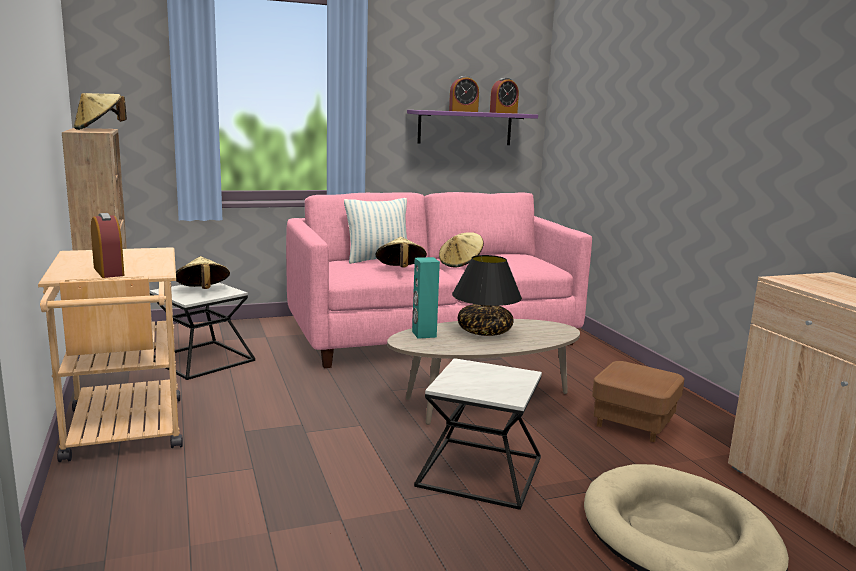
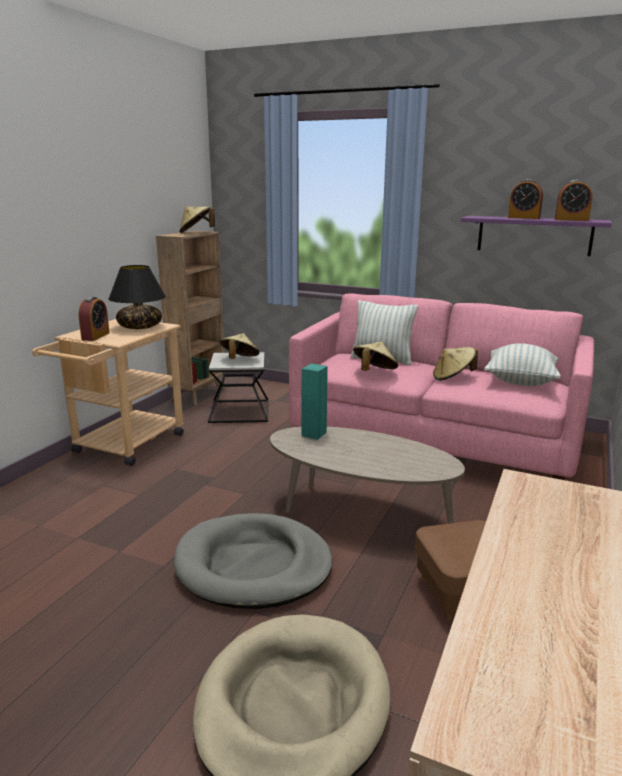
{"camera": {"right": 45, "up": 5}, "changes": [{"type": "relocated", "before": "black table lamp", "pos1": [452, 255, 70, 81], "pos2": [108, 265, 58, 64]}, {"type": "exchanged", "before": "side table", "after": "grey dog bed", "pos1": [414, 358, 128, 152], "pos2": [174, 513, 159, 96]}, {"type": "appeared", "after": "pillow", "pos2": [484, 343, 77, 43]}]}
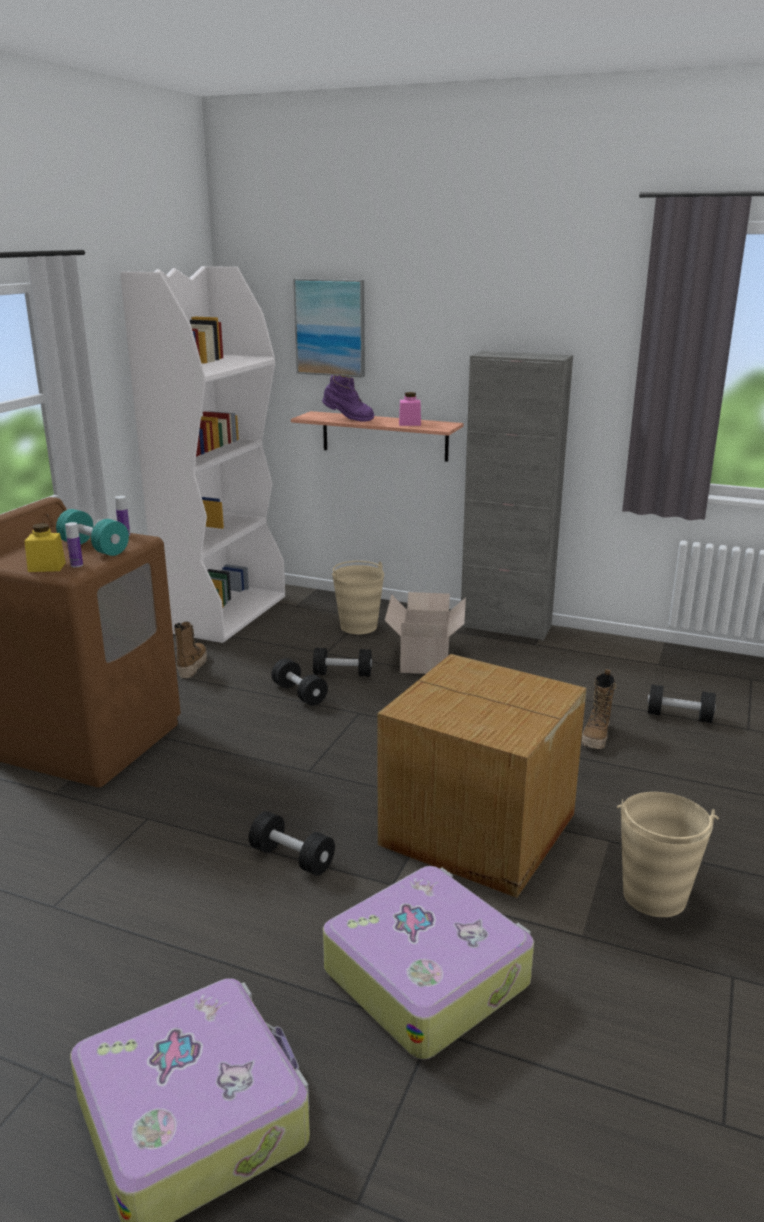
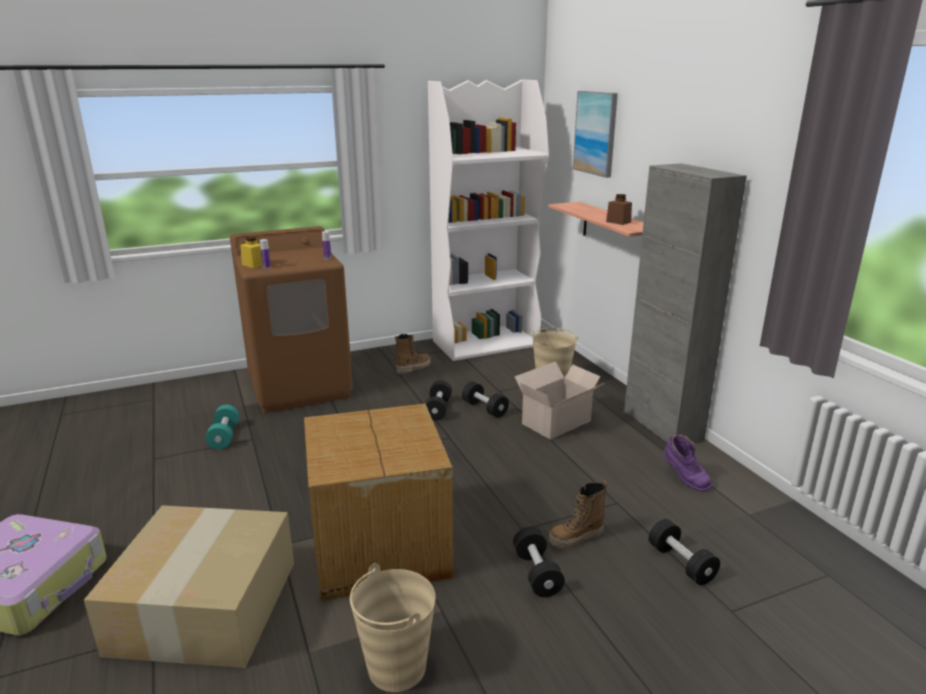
{"camera": {"right": 45, "up": 0}, "changes": [{"type": "relocated", "before": "purple boot", "pos1": [322, 375, 52, 47], "pos2": [664, 434, 48, 58]}, {"type": "colour", "before": "pink jar", "after": "brown jar", "pos1": [399, 392, 22, 34], "pos2": [606, 194, 26, 31]}, {"type": "relocated", "before": "turquoise dumbbell", "pos1": [56, 509, 73, 47], "pos2": [206, 405, 33, 44]}, {"type": "relocated", "before": "black dumbbell", "pos1": [249, 811, 86, 65], "pos2": [513, 527, 52, 70]}, {"type": "exchanged", "before": "suitcase", "after": "cardboard box", "pos1": [323, 866, 211, 194], "pos2": [84, 505, 210, 163]}]}
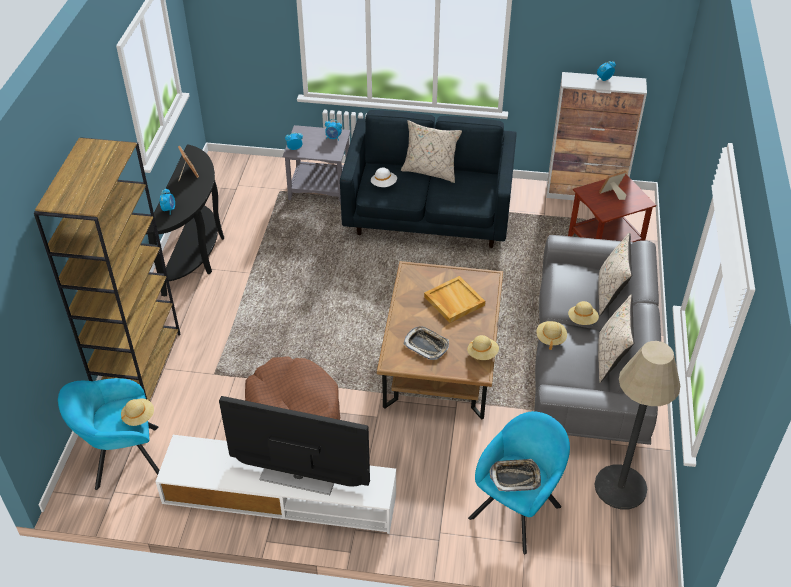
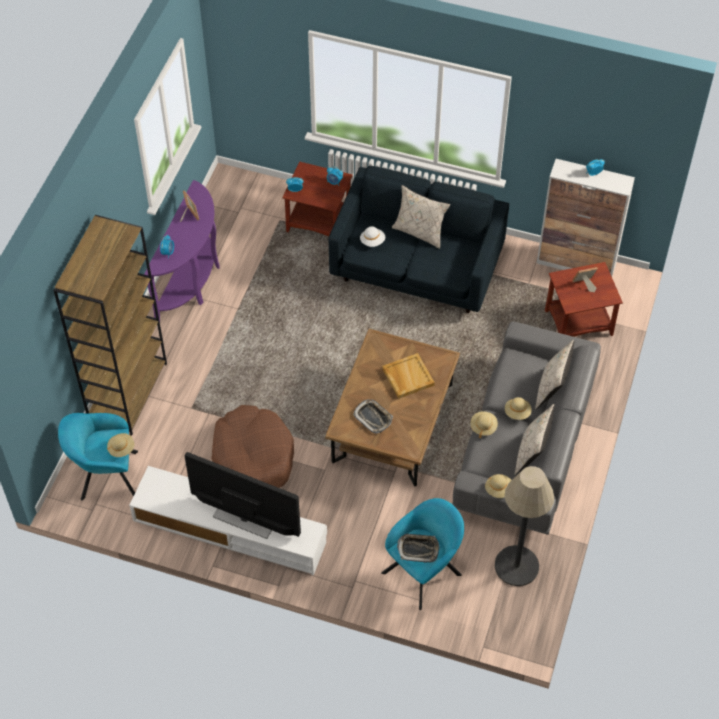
{"camera": {"right": 10, "up": 10}, "changes": [{"type": "colour", "before": "grey side table", "after": "brown side table", "pos1": [283, 125, 68, 79], "pos2": [282, 161, 71, 75]}, {"type": "colour", "before": "black console table", "after": "purple console table", "pos1": [146, 145, 78, 152], "pos2": [144, 180, 76, 141]}, {"type": "relocated", "before": "beige hat", "pos1": [467, 335, 32, 25], "pos2": [485, 474, 27, 24]}]}
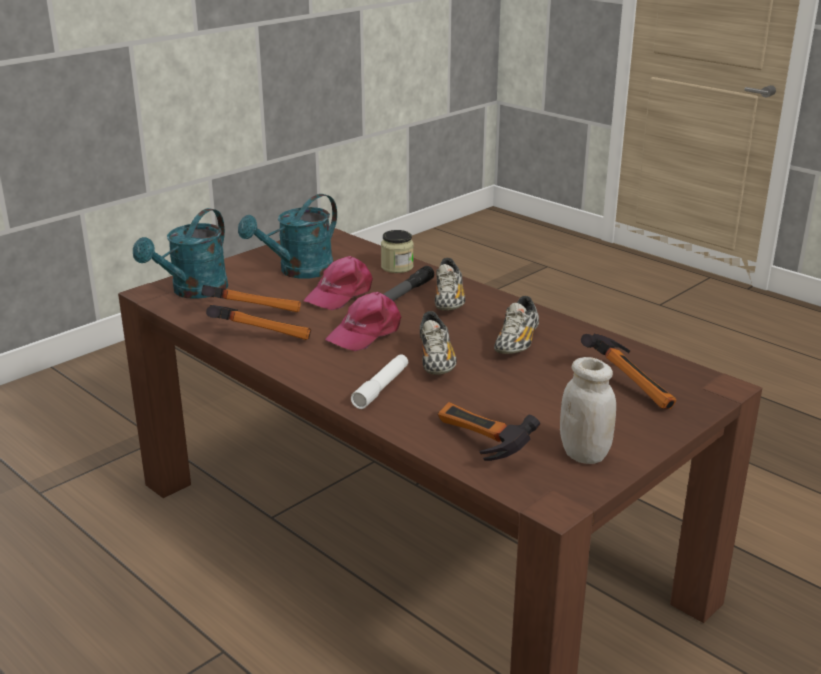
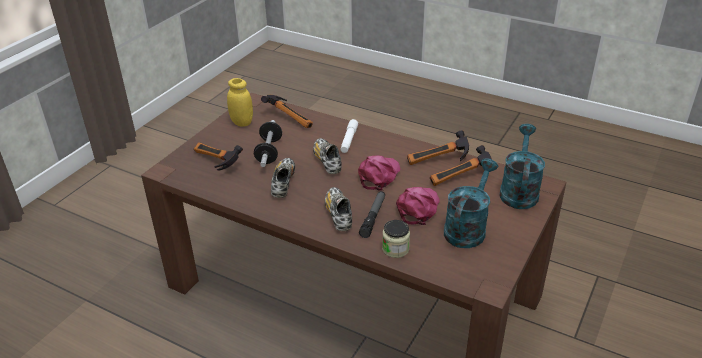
{"camera": {"right": 165, "up": 10}, "changes": [{"type": "colour", "before": "white jar", "after": "yellow jar", "pos1": [560, 357, 56, 107], "pos2": [227, 78, 26, 49]}, {"type": "appeared", "after": "dumbbell", "pos2": [254, 120, 28, 47]}]}
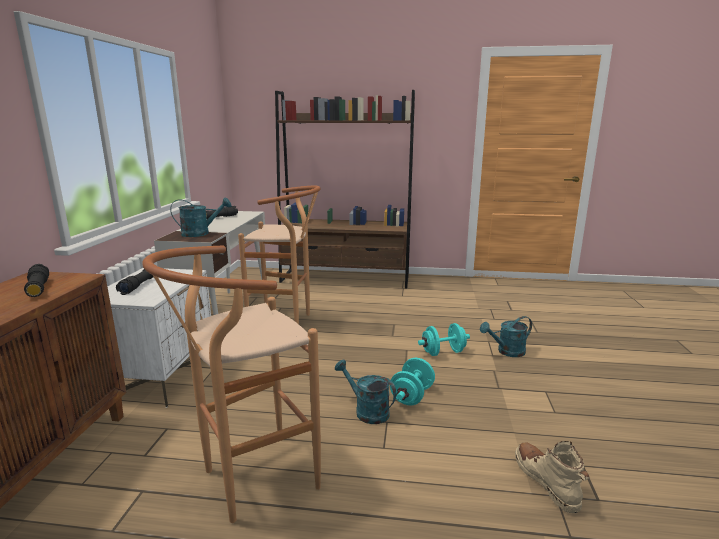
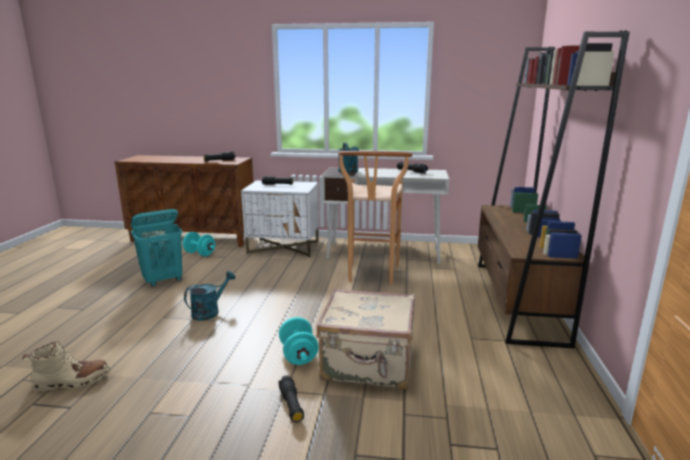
{"camera": {"right": 90, "up": 0}, "changes": [{"type": "exchanged", "before": "brown stool", "after": "turquoise laundry basket", "pos1": [142, 246, 179, 277], "pos2": [131, 209, 51, 78]}, {"type": "exchanged", "before": "turquoise watering can", "after": "black flashlight", "pos1": [480, 316, 52, 41], "pos2": [278, 376, 26, 47]}, {"type": "relocated", "before": "turquoise dumbbell", "pos1": [390, 358, 45, 47], "pos2": [183, 232, 32, 24]}, {"type": "appeared", "after": "beige suitcase", "pos2": [316, 289, 99, 100]}]}
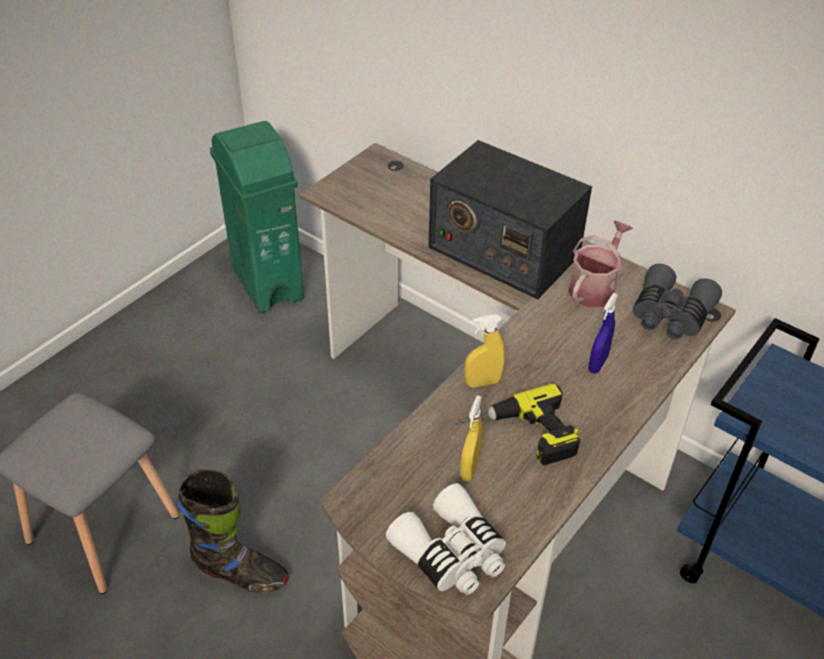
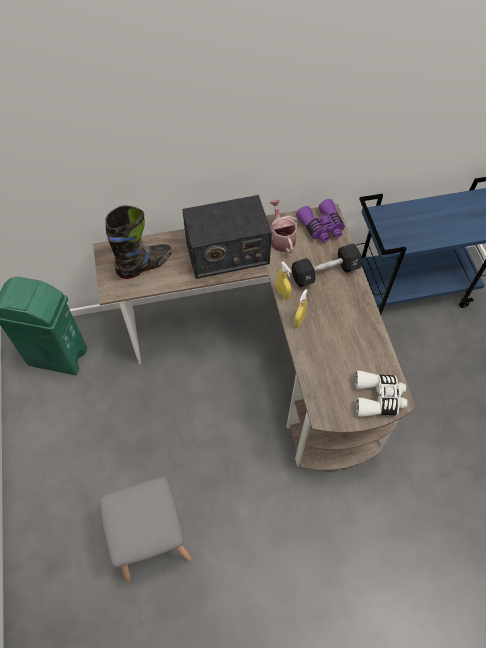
{"camera": {"right": -50, "up": 15}, "changes": [{"type": "colour", "before": "grey binoculars", "after": "purple binoculars", "pos1": [633, 263, 89, 76], "pos2": [296, 199, 49, 43]}, {"type": "exchanged", "before": "blue spray bottle", "after": "black dumbbell", "pos1": [588, 293, 30, 80], "pos2": [292, 244, 70, 43]}, {"type": "missing", "before": "power drill", "pos1": [454, 384, 126, 82]}, {"type": "relocated", "before": "yellow spray bottle", "pos1": [460, 395, 23, 86], "pos2": [276, 262, 15, 38]}, {"type": "relocated", "before": "black boot", "pos1": [177, 469, 112, 124], "pos2": [105, 205, 67, 74]}]}
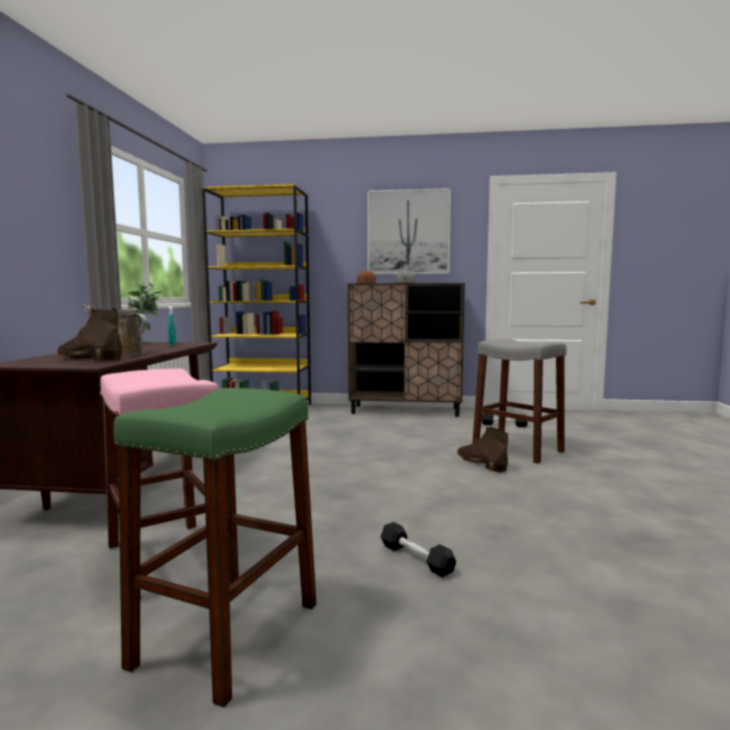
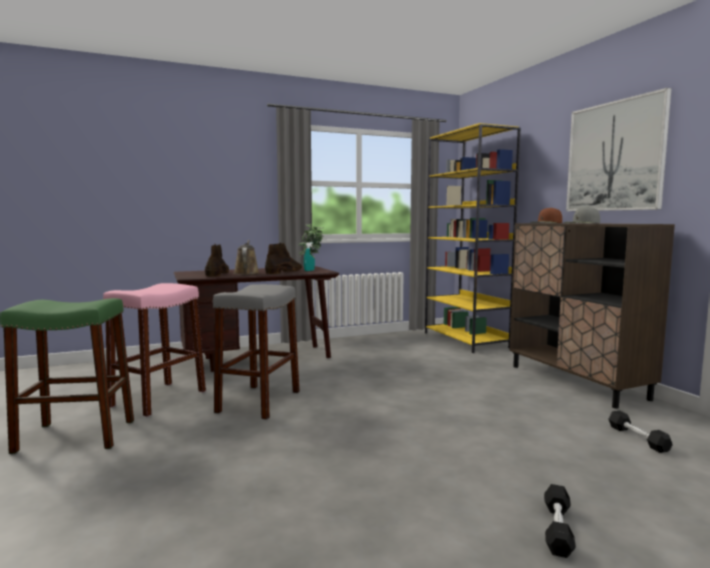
{"camera": {"right": 60, "up": 0}, "changes": [{"type": "relocated", "before": "grey stool", "pos1": [472, 339, 95, 125], "pos2": [213, 284, 87, 136]}, {"type": "relocated", "before": "brown boot", "pos1": [457, 427, 51, 46], "pos2": [265, 243, 37, 31]}, {"type": "relocated", "before": "black dumbbell", "pos1": [380, 522, 76, 55], "pos2": [544, 484, 32, 74]}]}
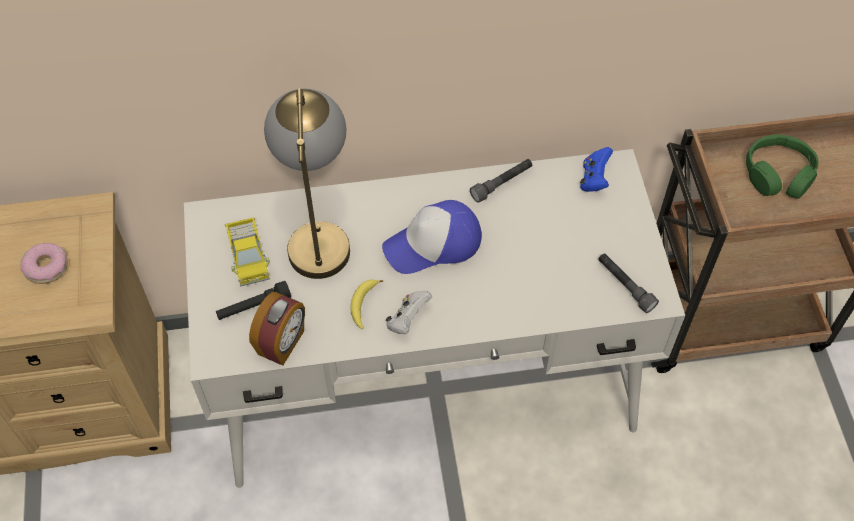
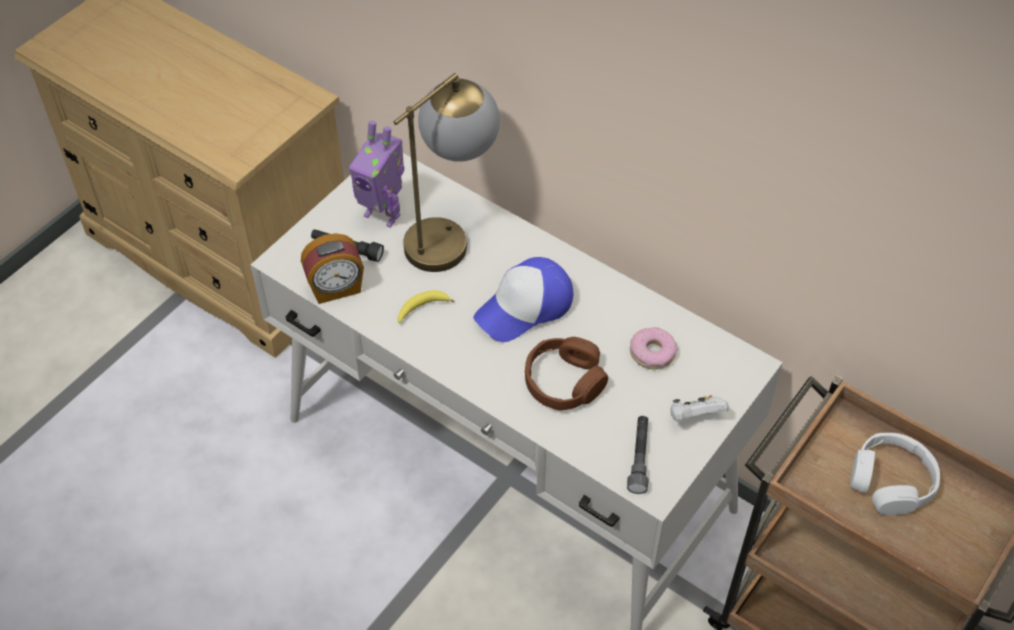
{"camera": {"right": 45, "up": -5}, "changes": [{"type": "colour", "before": "green headphones", "after": "white headphones", "pos1": [746, 135, 72, 64], "pos2": [850, 433, 90, 82]}, {"type": "missing", "before": "blue game controller", "pos1": [580, 147, 33, 45]}, {"type": "missing", "before": "grey flashlight", "pos1": [470, 159, 62, 44]}, {"type": "spun", "before": "cap", "pos1": [382, 200, 100, 74], "pos2": [473, 257, 100, 85], "turn": -60}, {"type": "exchanged", "before": "toy truck", "after": "toy robot", "pos1": [225, 217, 45, 70], "pos2": [349, 121, 55, 106]}, {"type": "relocated", "before": "donut", "pos1": [21, 243, 47, 41], "pos2": [630, 327, 48, 42]}, {"type": "relocated", "before": "white game controller", "pos1": [386, 291, 46, 43], "pos2": [670, 395, 59, 27]}, {"type": "appeared", "after": "brown headphones", "pos2": [525, 337, 83, 74]}]}
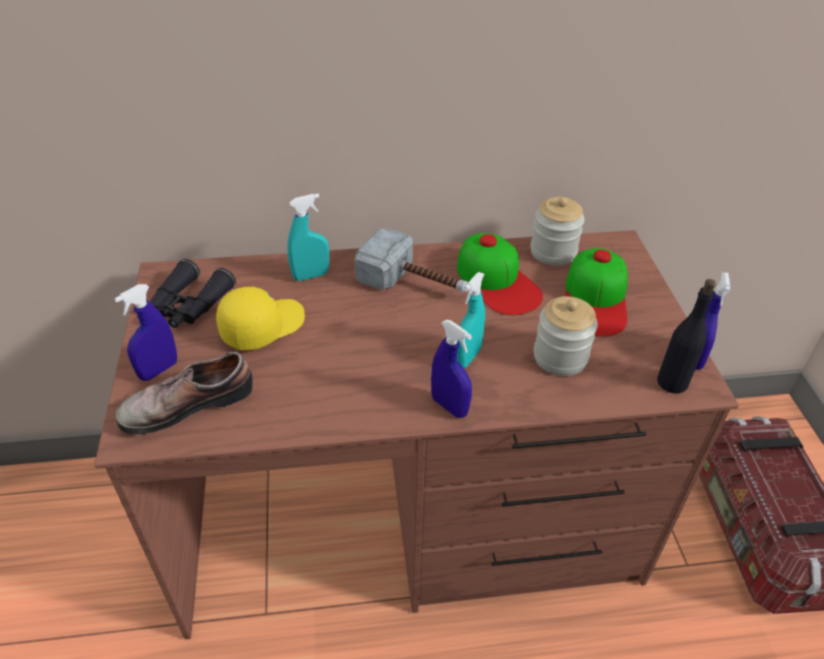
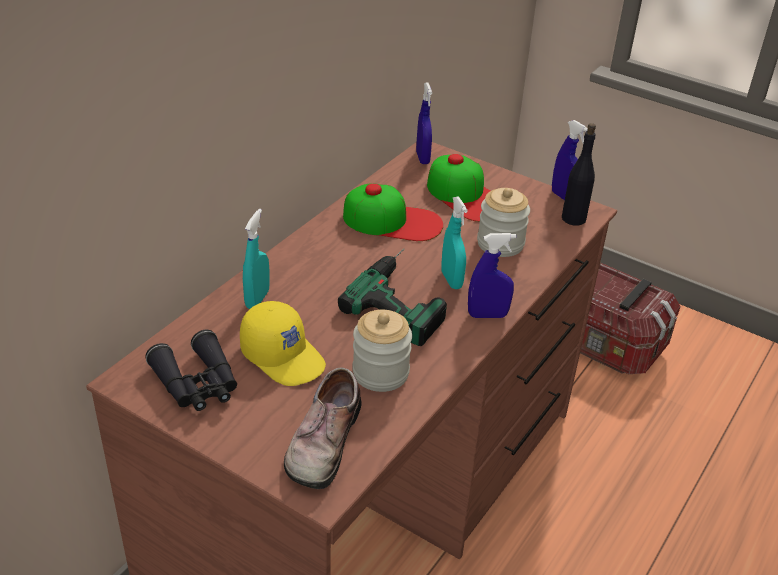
{"camera": {"right": -50, "up": -5}, "changes": [{"type": "relocated", "before": "jar", "pos1": [530, 197, 55, 68], "pos2": [352, 310, 60, 82]}, {"type": "missing", "before": "hammer", "pos1": [355, 228, 113, 65]}, {"type": "relocated", "before": "blue spray bottle", "pos1": [114, 284, 63, 97], "pos2": [416, 82, 16, 82]}, {"type": "spun", "before": "yellow cap", "pos1": [216, 287, 89, 63], "pos2": [240, 301, 86, 85], "turn": 135}, {"type": "appeared", "after": "power drill", "pos2": [338, 248, 109, 98]}]}
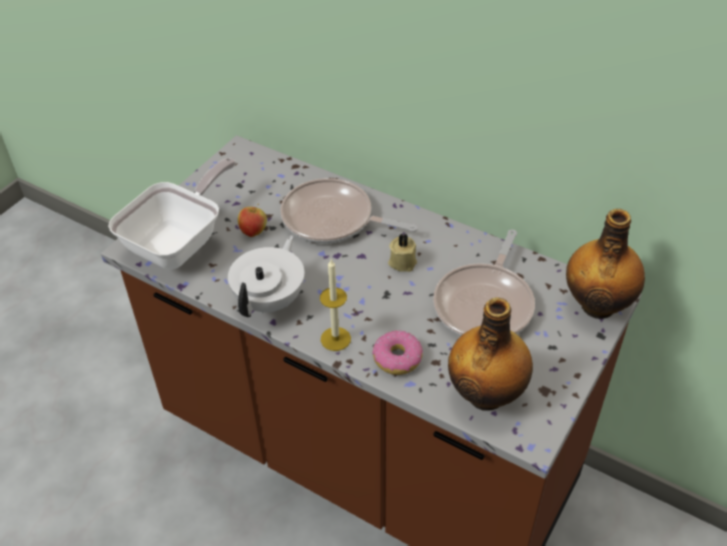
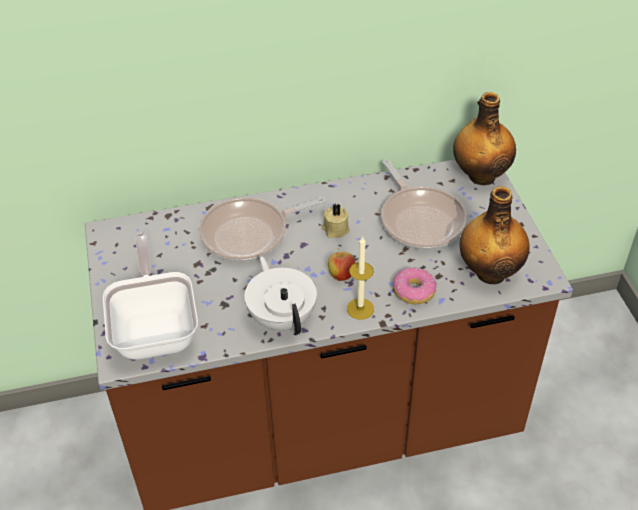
{"camera": {"right": -45, "up": 0}, "changes": [{"type": "relocated", "before": "apple", "pos1": [238, 204, 29, 33], "pos2": [328, 248, 28, 33]}]}
